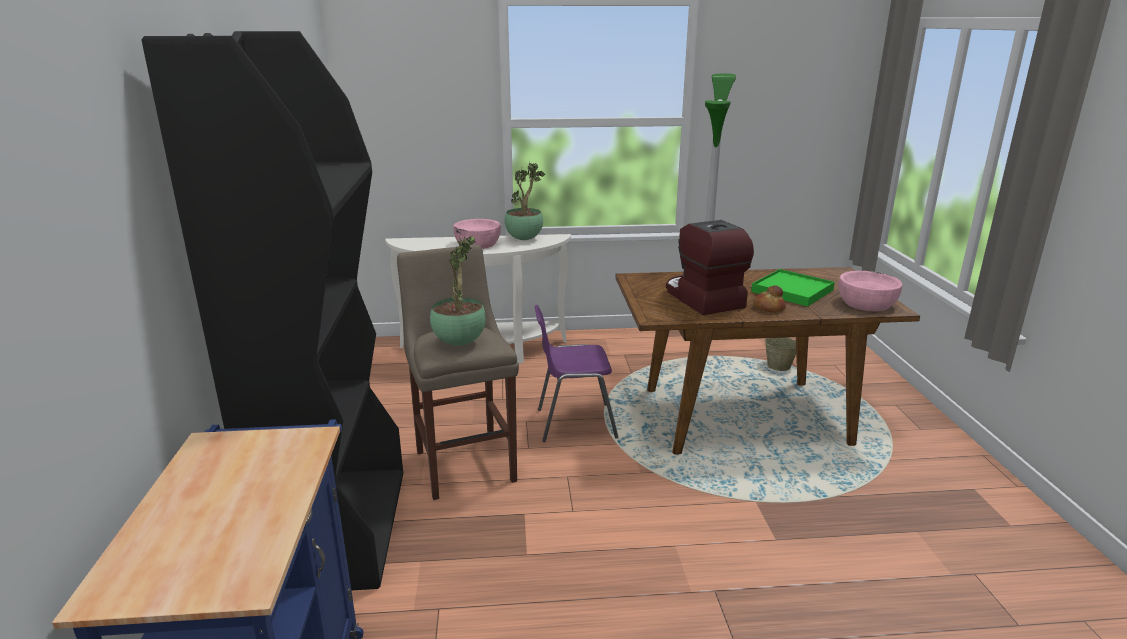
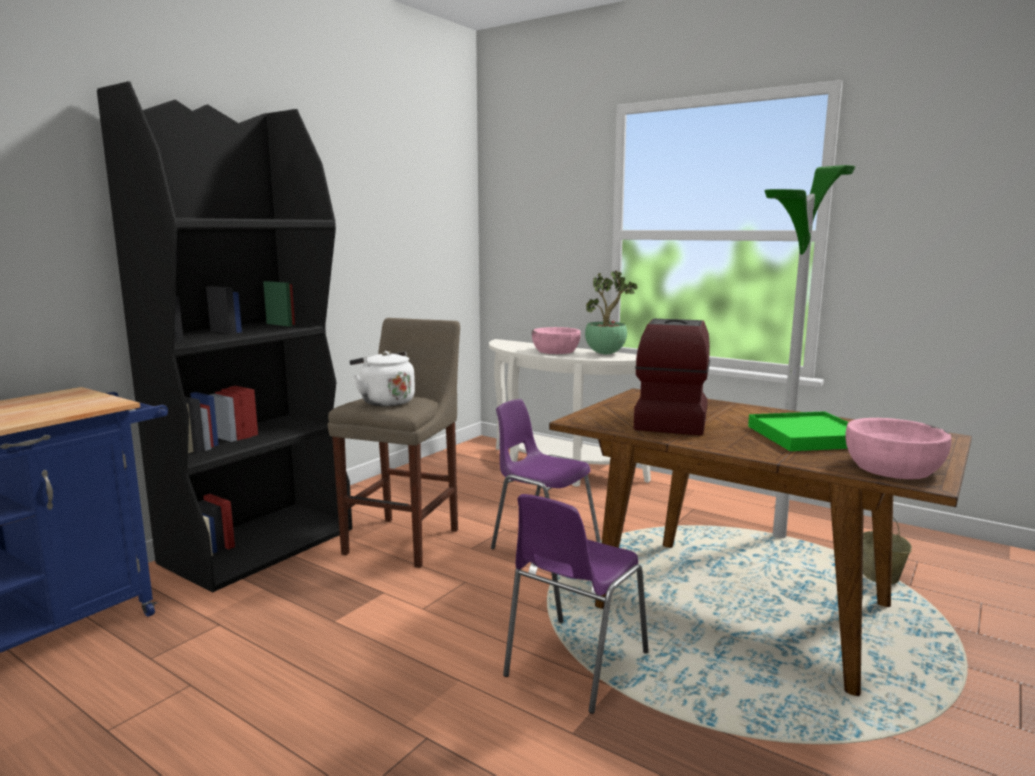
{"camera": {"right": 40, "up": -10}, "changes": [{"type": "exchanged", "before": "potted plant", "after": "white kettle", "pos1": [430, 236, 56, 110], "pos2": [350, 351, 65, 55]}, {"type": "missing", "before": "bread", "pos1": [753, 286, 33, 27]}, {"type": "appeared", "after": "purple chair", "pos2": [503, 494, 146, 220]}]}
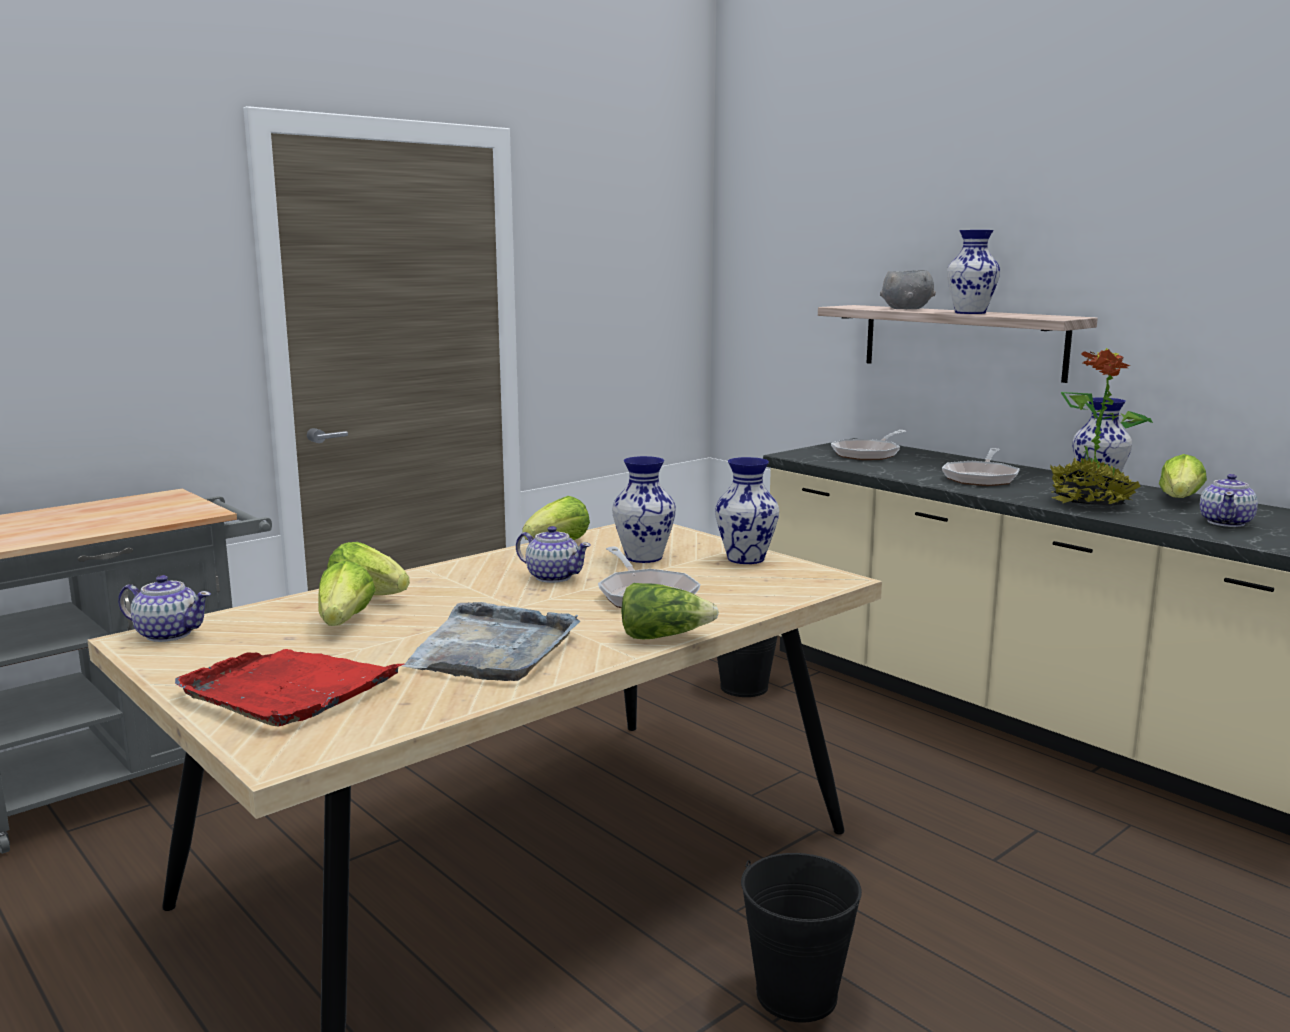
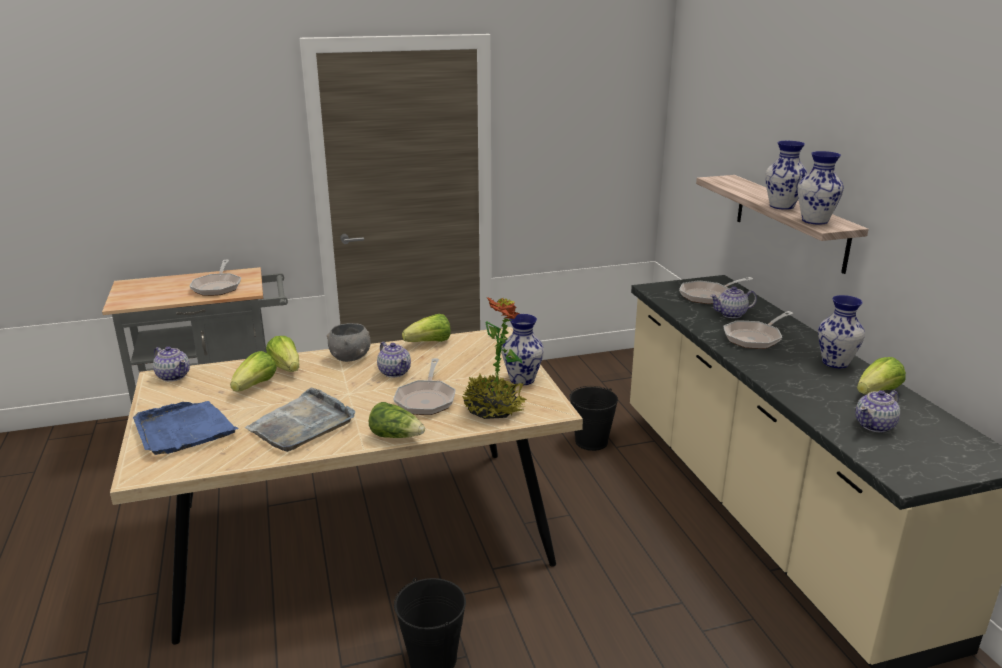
{"camera": {"right": 25, "up": 10}, "changes": [{"type": "relocated", "before": "grey bowl", "pos1": [880, 270, 56, 39], "pos2": [327, 323, 44, 39]}, {"type": "relocated", "before": "potted plant", "pos1": [1050, 348, 103, 158], "pos2": [462, 297, 65, 122]}, {"type": "relocated", "before": "vase", "pos1": [612, 456, 64, 107], "pos2": [798, 151, 46, 74]}, {"type": "colour", "before": "red tray", "after": "blue tray", "pos1": [175, 649, 230, 77], "pos2": [133, 401, 106, 54]}, {"type": "appeared", "after": "frying pan", "pos2": [190, 260, 51, 36]}, {"type": "appeared", "after": "teapot", "pos2": [710, 286, 47, 32]}]}
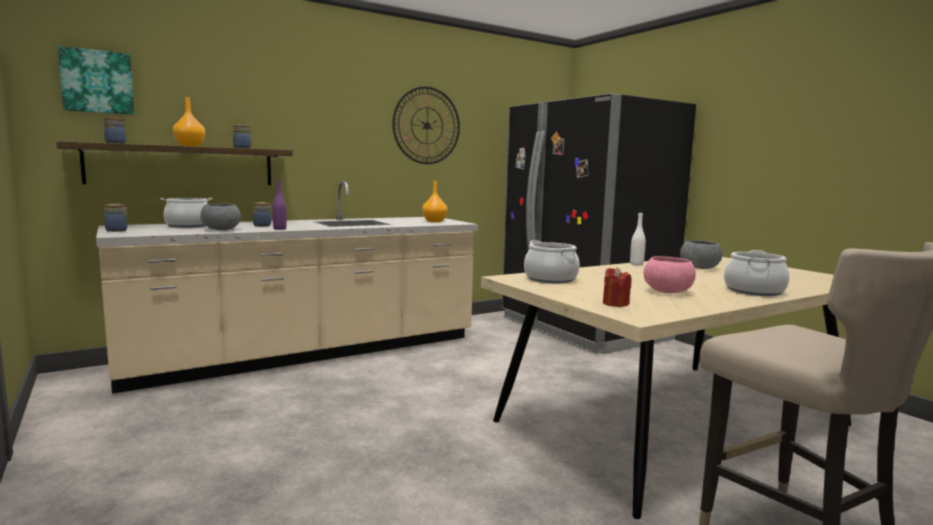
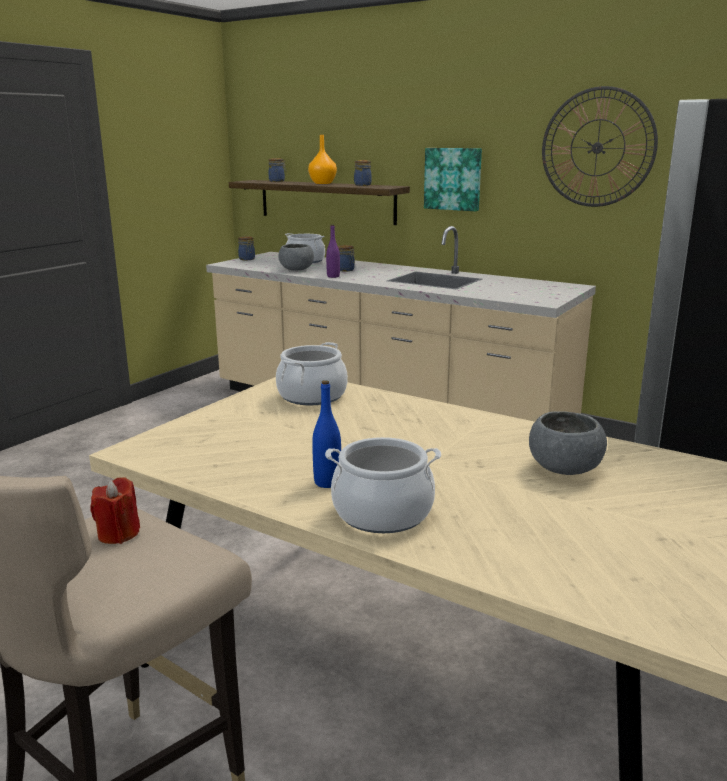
{"camera": {"right": 65, "up": 10}, "changes": [{"type": "relocated", "before": "picture", "pos1": [58, 46, 76, 69], "pos2": [424, 148, 58, 63]}, {"type": "missing", "before": "orange vase", "pos1": [422, 181, 25, 41]}, {"type": "missing", "before": "white bottle", "pos1": [630, 212, 16, 54]}, {"type": "missing", "before": "pink bowl", "pos1": [644, 256, 52, 37]}, {"type": "relocated", "before": "red candle", "pos1": [603, 267, 28, 40], "pos2": [90, 477, 50, 67]}, {"type": "appeared", "after": "blue bottle", "pos2": [312, 380, 29, 108]}]}
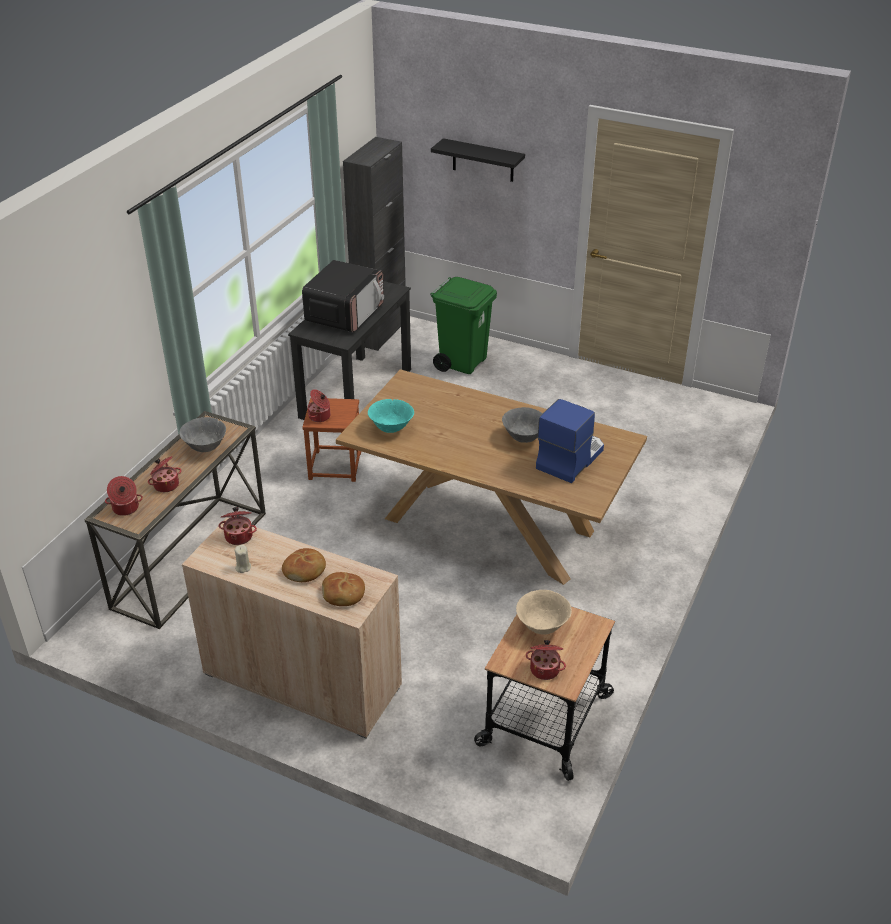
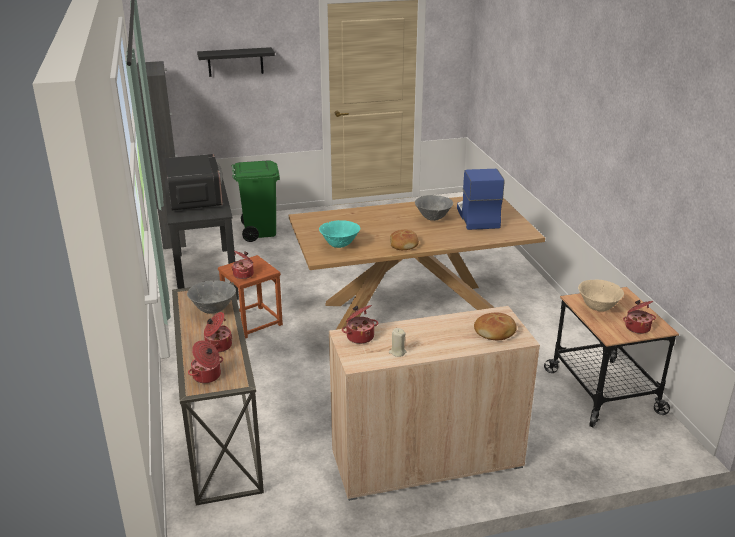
{"camera": {"right": -40, "up": -10}, "changes": [{"type": "relocated", "before": "bread", "pos1": [282, 548, 44, 34], "pos2": [390, 230, 29, 20]}]}
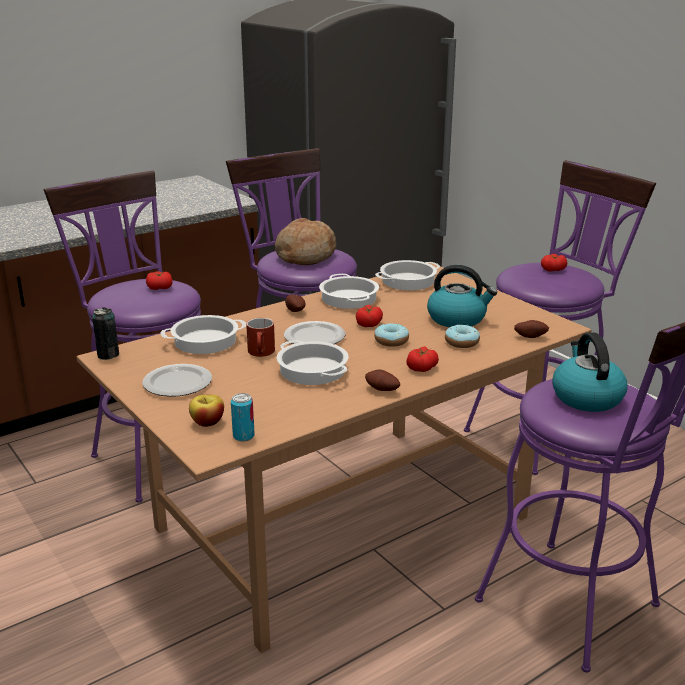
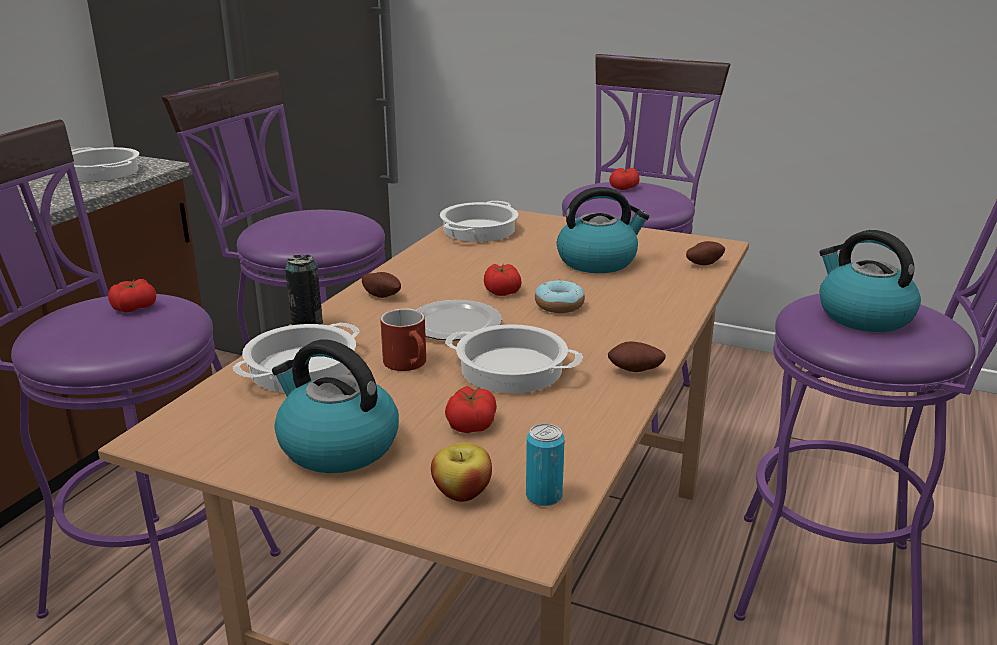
{"camera": {"right": -30, "up": 0}, "changes": [{"type": "missing", "before": "bread", "pos1": [275, 218, 61, 47]}, {"type": "relocated", "before": "cooking pot", "pos1": [319, 274, 60, 35], "pos2": [65, 147, 74, 35]}, {"type": "relocated", "before": "can", "pos1": [92, 307, 27, 53], "pos2": [285, 255, 38, 70]}, {"type": "missing", "before": "donut", "pos1": [445, 324, 35, 24]}, {"type": "relocated", "before": "tomato", "pos1": [406, 346, 33, 26], "pos2": [445, 386, 52, 47]}, {"type": "exchanged", "before": "plate", "after": "kettle", "pos1": [142, 364, 70, 33], "pos2": [272, 339, 127, 134]}]}
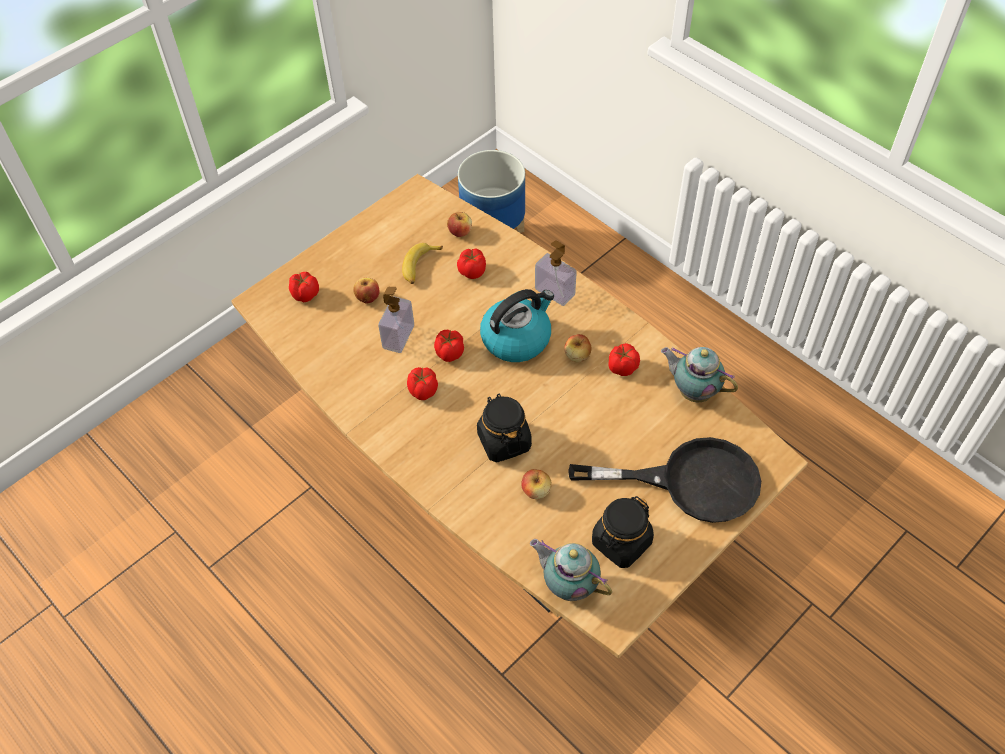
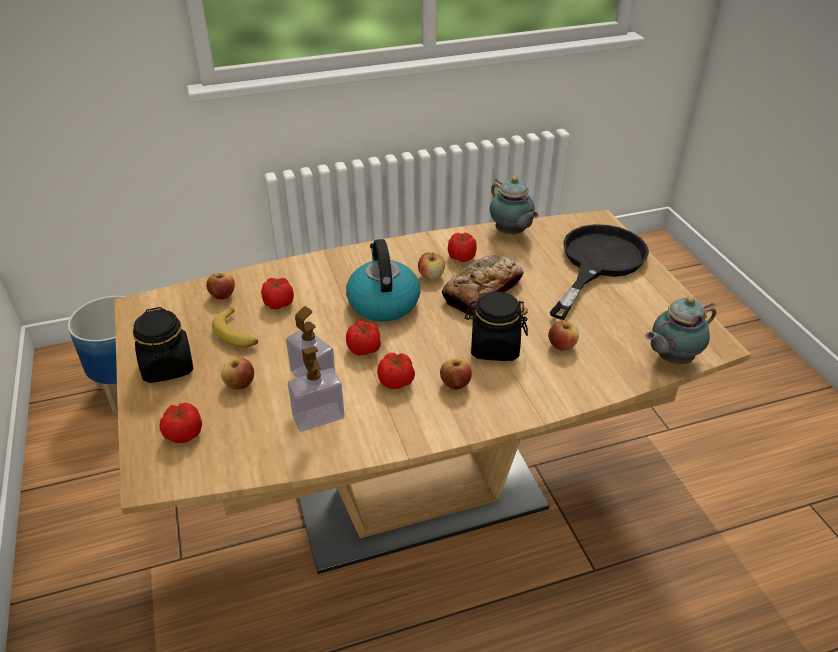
{"camera": {"right": -65, "up": -15}, "changes": [{"type": "relocated", "before": "soap dispenser", "pos1": [535, 240, 42, 66], "pos2": [288, 346, 56, 86]}, {"type": "spun", "before": "teapot", "pos1": [661, 347, 77, 55], "pos2": [490, 176, 49, 59], "turn": -90}, {"type": "relocated", "before": "black jar", "pos1": [592, 496, 62, 72], "pos2": [133, 307, 61, 76]}, {"type": "appeared", "after": "bread", "pos2": [442, 254, 82, 62]}, {"type": "appeared", "after": "apple", "pos2": [440, 358, 32, 32]}]}
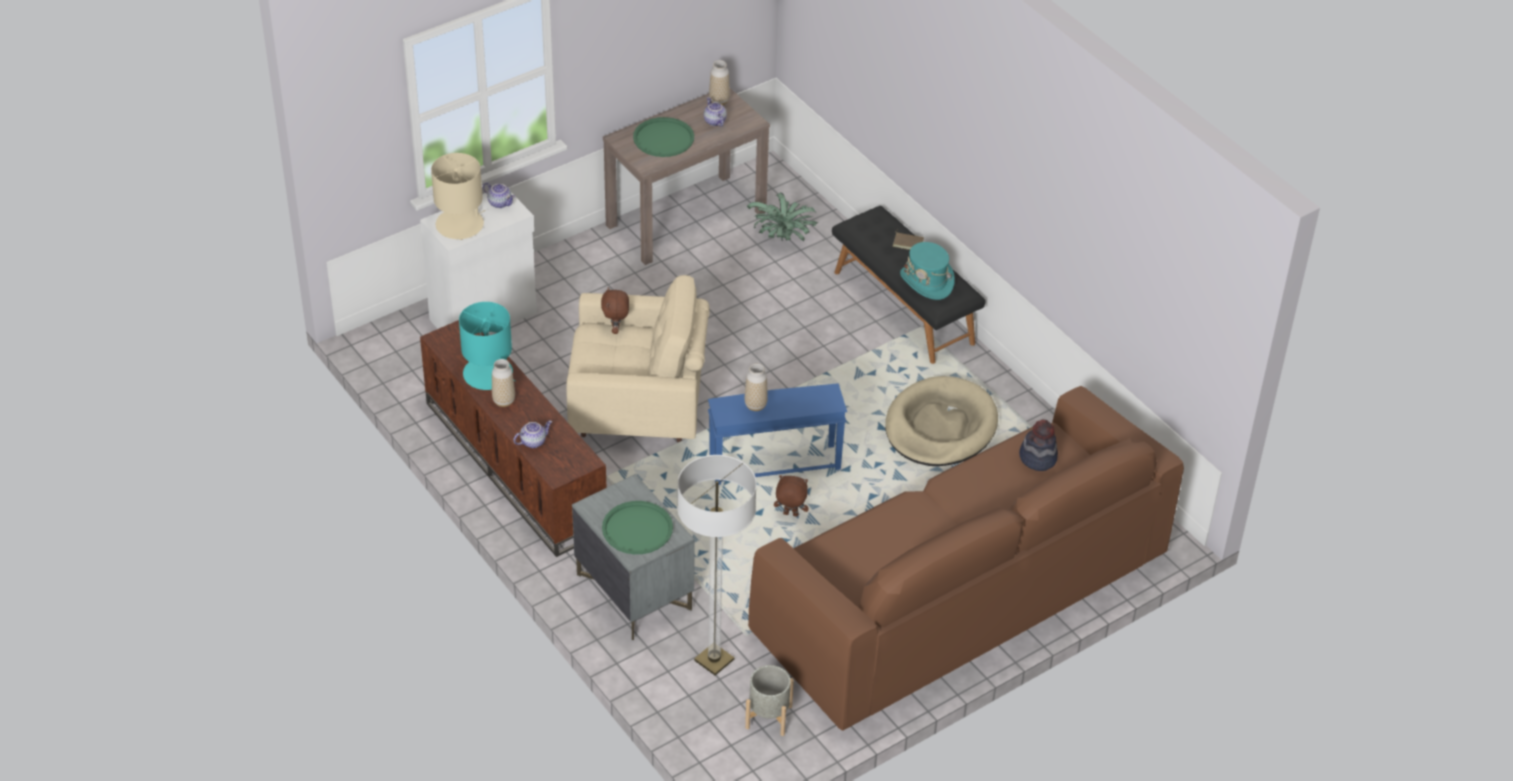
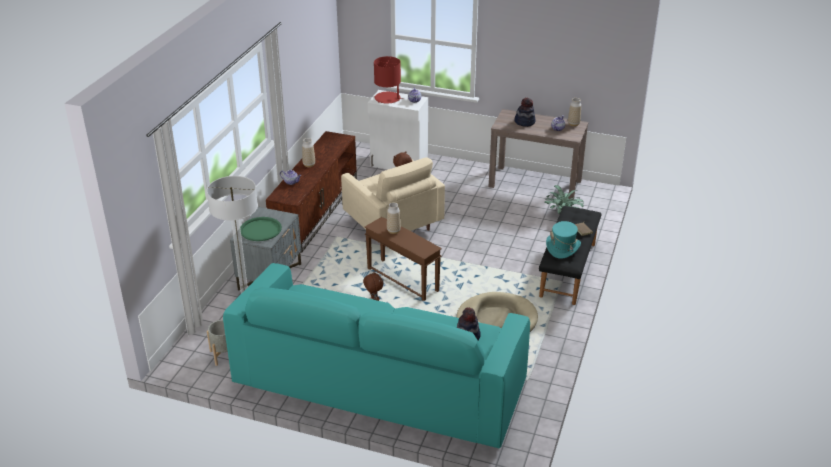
{"camera": {"right": 55, "up": -10}, "changes": [{"type": "exchanged", "before": "green tray", "after": "hat", "pos1": [633, 117, 61, 40], "pos2": [514, 98, 22, 29]}, {"type": "colour", "before": "beige table lamp", "after": "red table lamp", "pos1": [431, 153, 55, 87], "pos2": [374, 56, 30, 47]}, {"type": "missing", "before": "turquoise table lamp", "pos1": [459, 302, 57, 88]}, {"type": "colour", "before": "blue side table", "after": "brown side table", "pos1": [708, 383, 139, 102], "pos2": [365, 217, 77, 84]}, {"type": "colour", "before": "brown sofa", "after": "turquoise sofa", "pos1": [748, 386, 436, 345], "pos2": [223, 263, 307, 186]}]}
